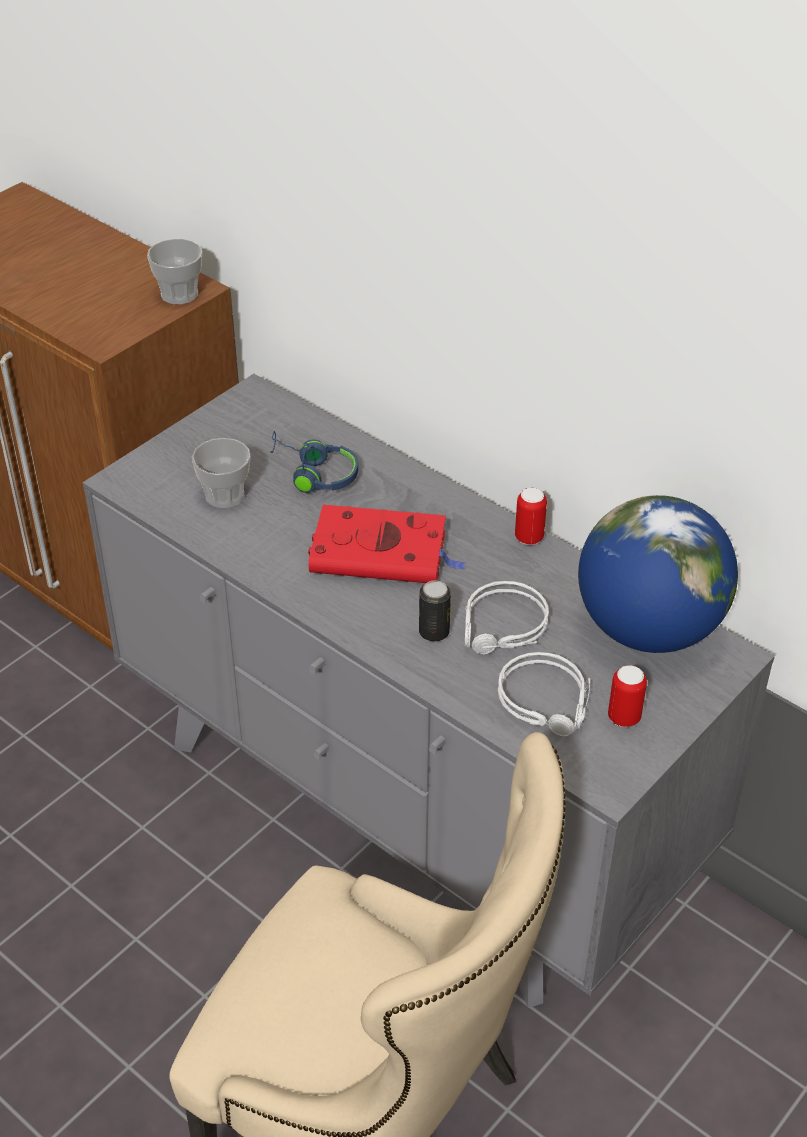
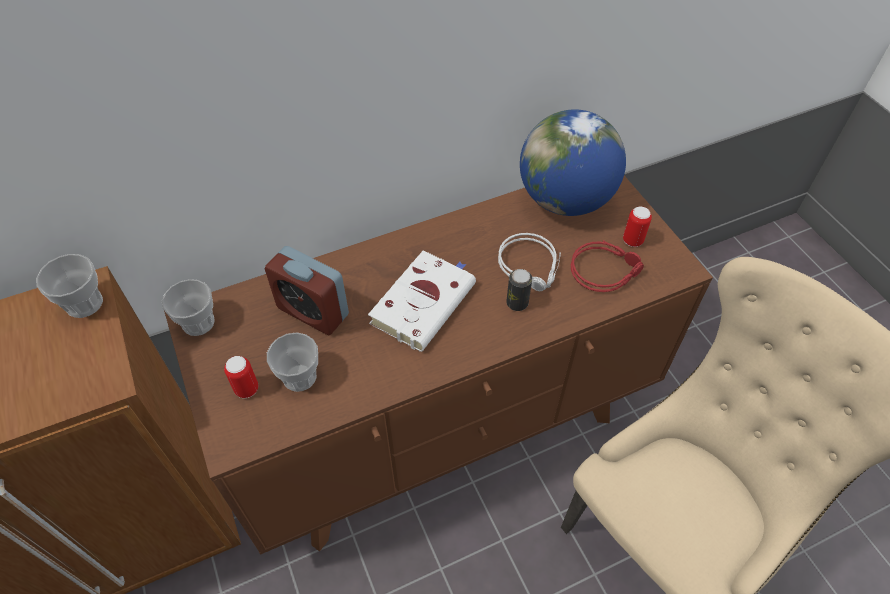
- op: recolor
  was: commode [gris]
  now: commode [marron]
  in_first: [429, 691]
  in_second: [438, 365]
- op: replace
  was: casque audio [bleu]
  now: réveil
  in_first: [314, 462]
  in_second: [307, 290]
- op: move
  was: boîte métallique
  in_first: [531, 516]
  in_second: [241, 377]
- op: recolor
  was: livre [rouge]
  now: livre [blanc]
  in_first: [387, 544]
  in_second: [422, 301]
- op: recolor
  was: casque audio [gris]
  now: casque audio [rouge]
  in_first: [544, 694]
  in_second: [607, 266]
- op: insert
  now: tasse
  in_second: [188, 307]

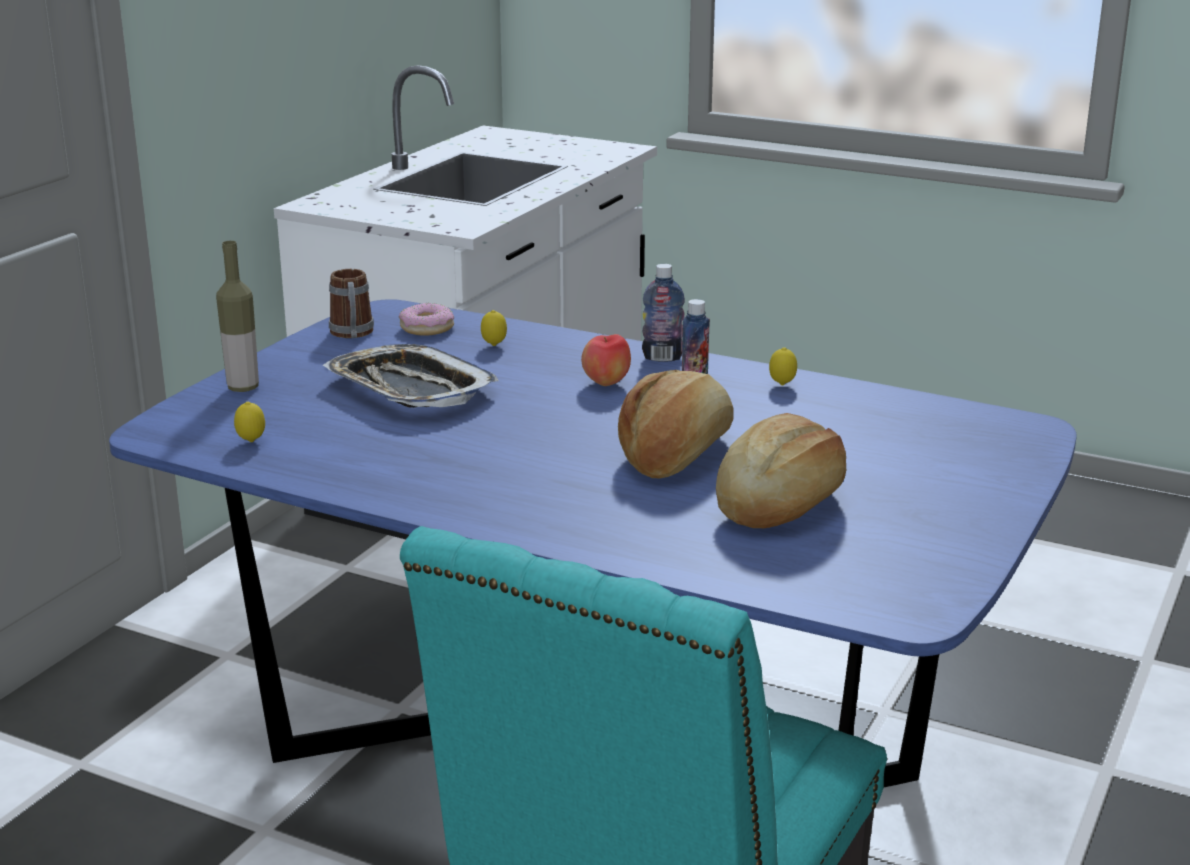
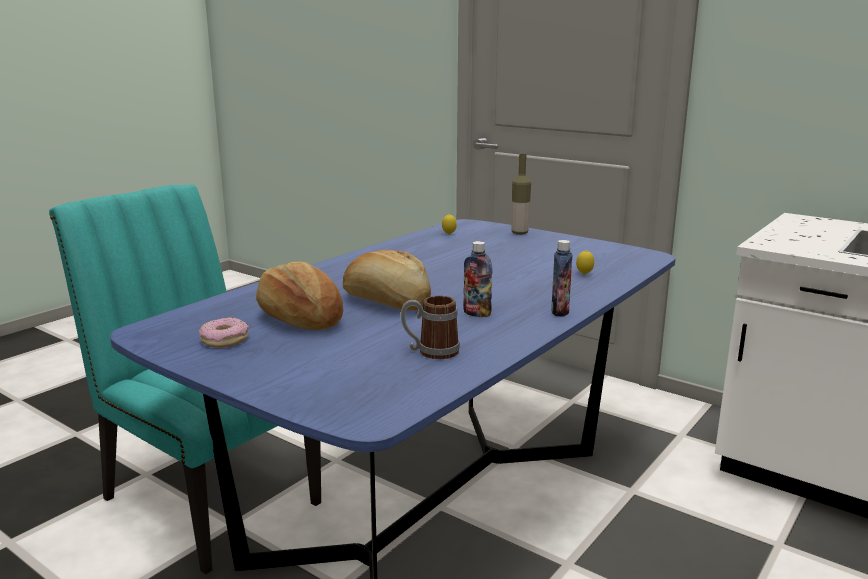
- op: move
  was: mug
  in_first: [351, 303]
  in_second: [430, 327]
- op: move
  was: beignet
  in_first: [426, 319]
  in_second: [224, 332]
- op: delete
  was: pomme
  in_first: [606, 360]
- op: delete
  was: plateau
  in_first: [411, 376]
- op: delete
  was: citron
  in_first: [783, 366]

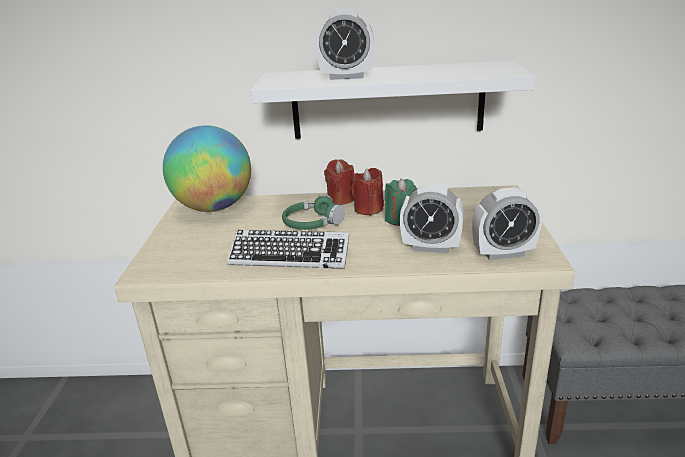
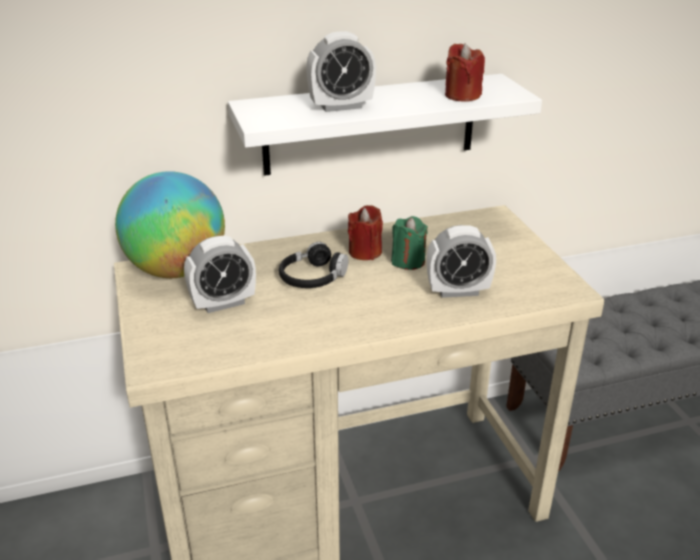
- op: move
  was: bougie [rouge]
  in_first: [339, 182]
  in_second: [465, 72]
- op: move
  was: réveil
  in_first: [507, 223]
  in_second: [220, 274]
- op: recolor
  was: casque audio [vert]
  now: casque audio [noir]
  in_first: [313, 212]
  in_second: [313, 265]
- op: delete
  was: clavier
  in_first: [288, 249]

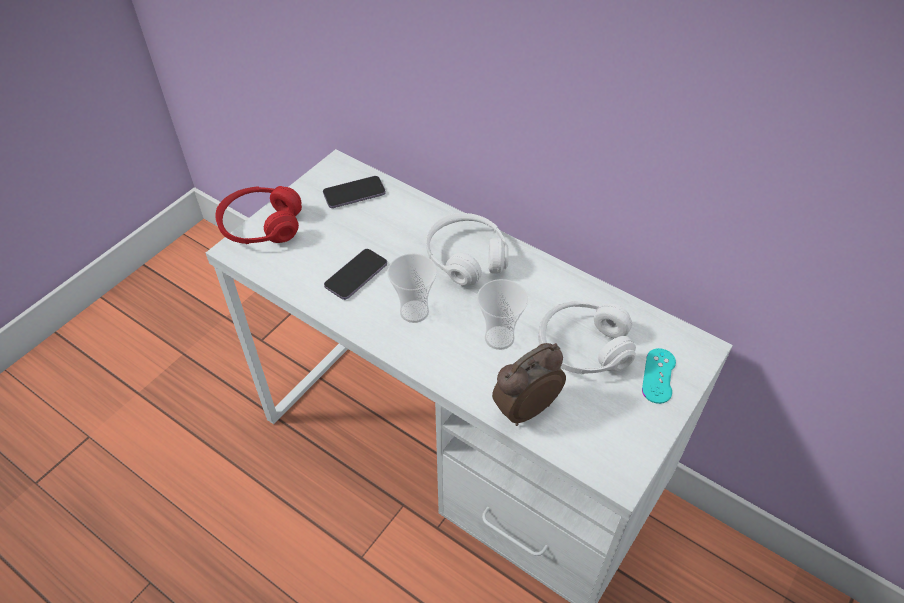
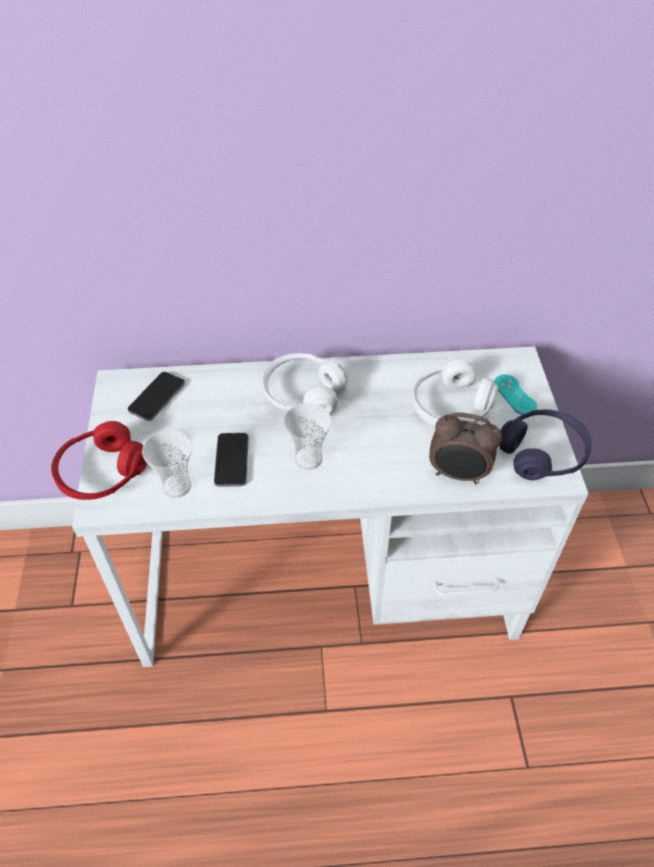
- op: move
  was: tasse
  in_first: [502, 314]
  in_second: [167, 464]
- op: rotate
  was: réveil
  in_first: [529, 384]
  in_second: [465, 448]
  clockwise: -90
- op: insert
  now: casque audio [violet]
  in_second: [546, 445]

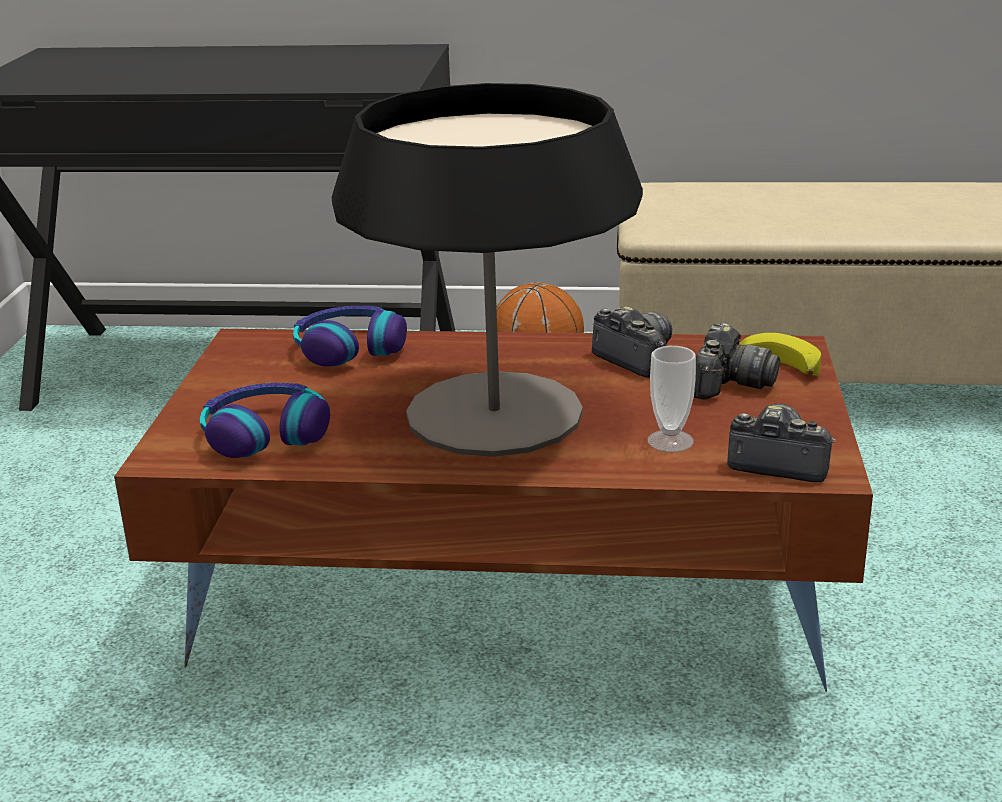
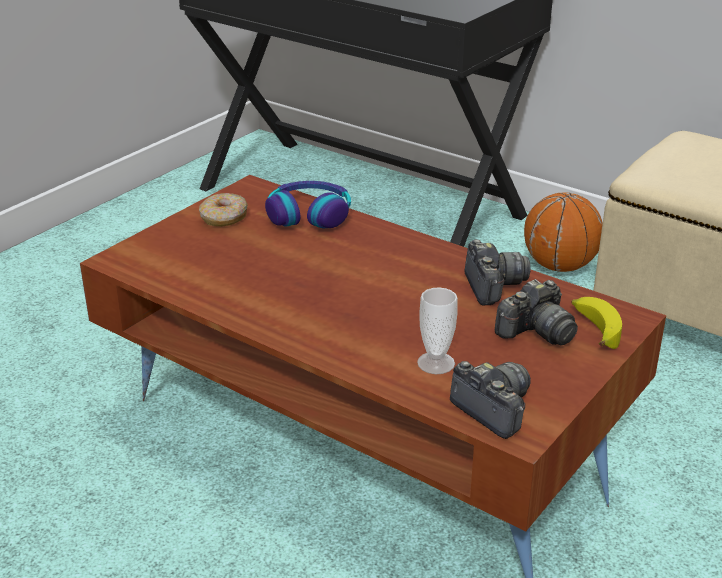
- op: delete
  was: lampe de table
  in_first: [487, 270]
- op: delete
  was: casque audio
  in_first: [265, 420]
- op: insert
  now: beignet
  in_second: [223, 210]

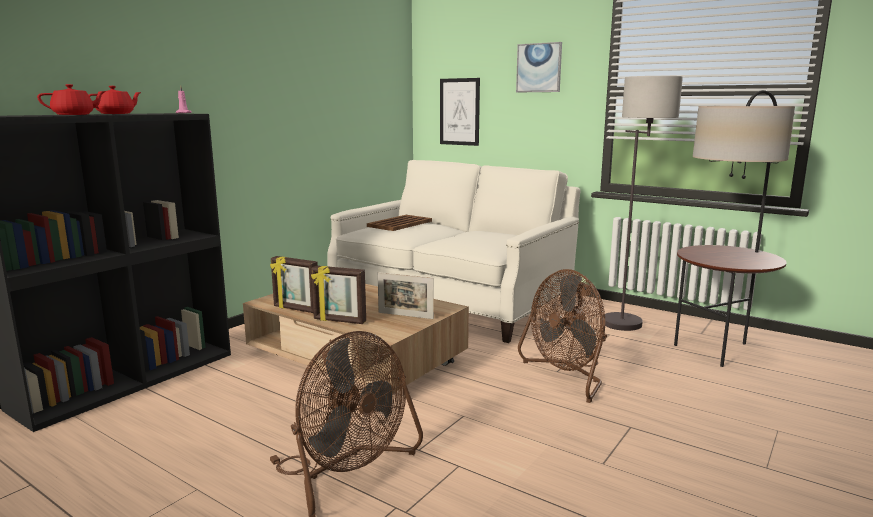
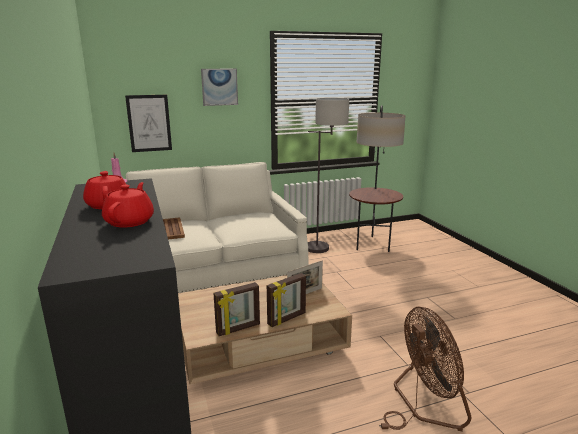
- op: delete
  was: ventilateur [marron]
  in_first: [562, 336]

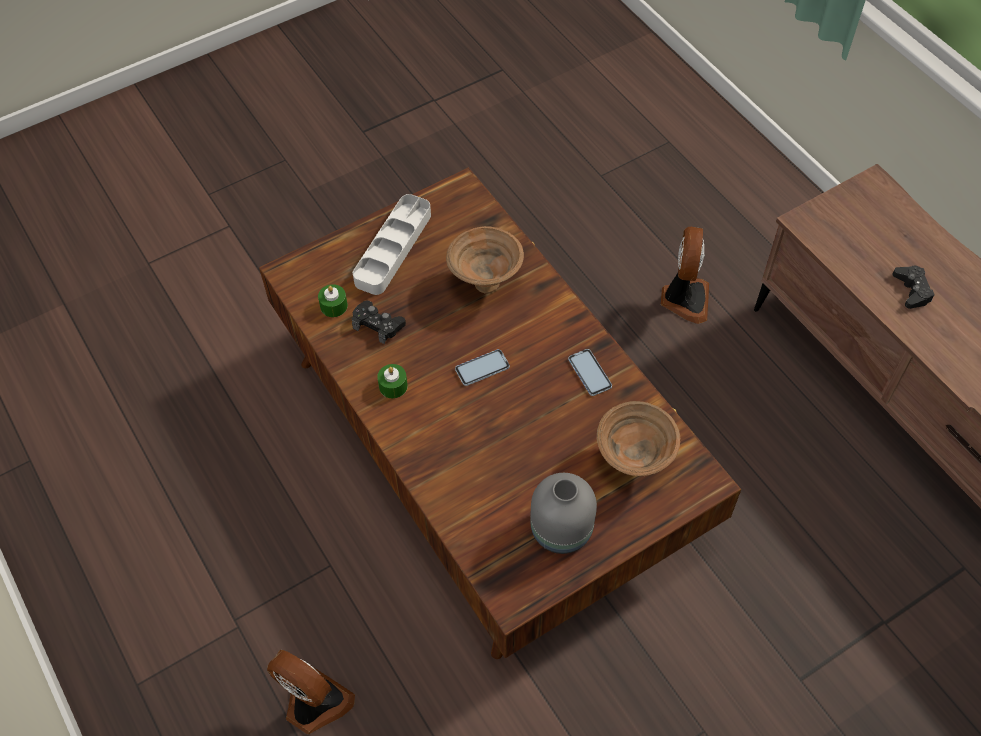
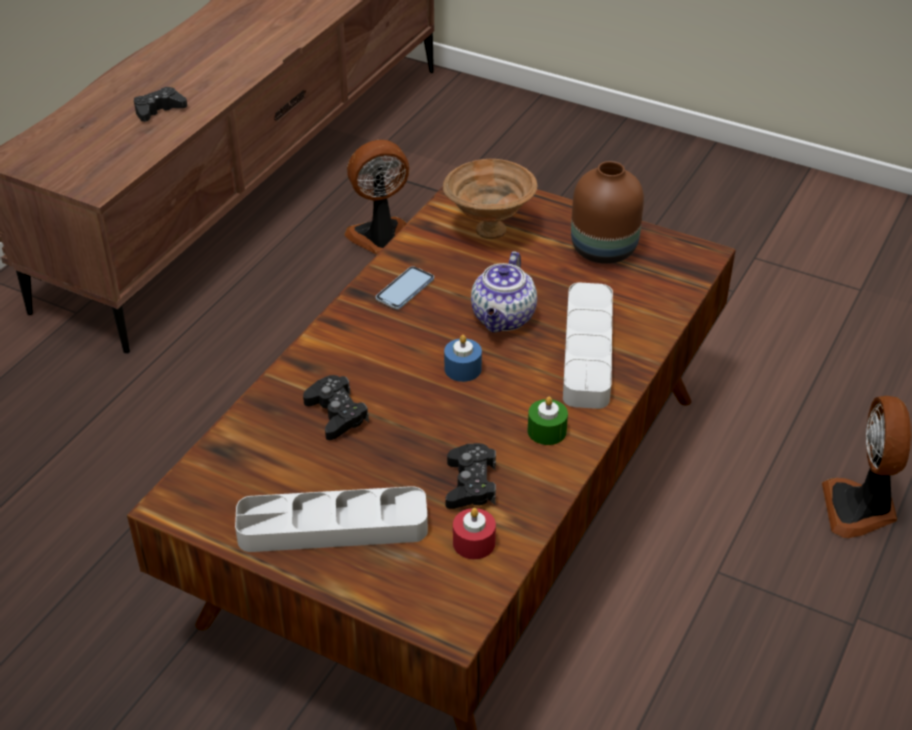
- op: replace
  was: bol [marron]
  now: manette [noir]
  in_first: [485, 259]
  in_second: [336, 407]
- op: move
  was: ventilateur
  in_first: [685, 275]
  in_second: [376, 197]
- op: recolor
  was: bougie [vert]
  now: bougie [rouge]
  in_first: [333, 300]
  in_second: [474, 533]
- op: replace
  was: téléphone
  now: bougie [bleu]
  in_first: [482, 367]
  in_second: [463, 358]
- op: recolor
  was: vase [gris]
  now: vase [marron]
  in_first: [563, 513]
  in_second: [607, 212]
- op: insert
  now: théière
  in_second: [504, 292]
- op: insert
  now: plateau [gris]
  in_second: [588, 346]

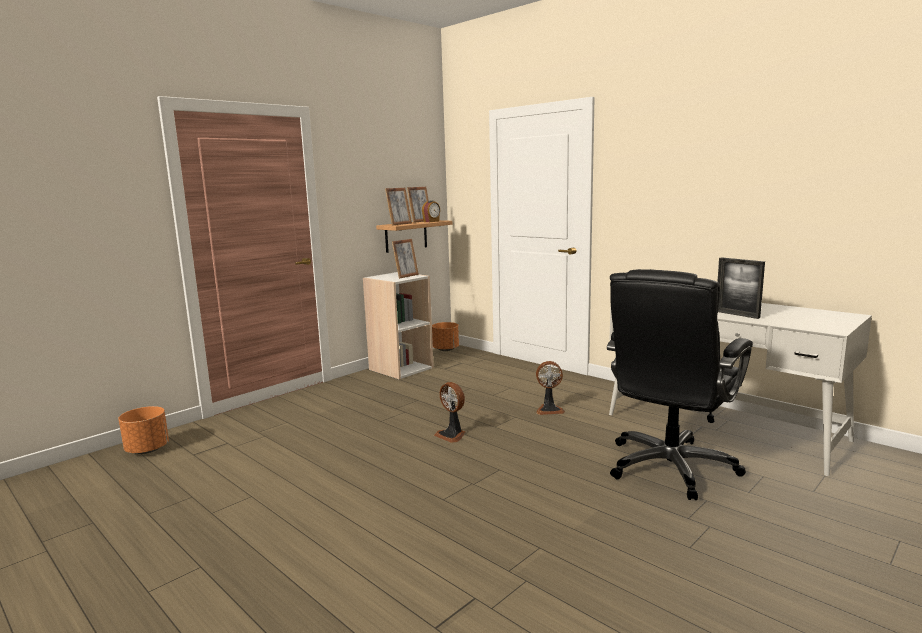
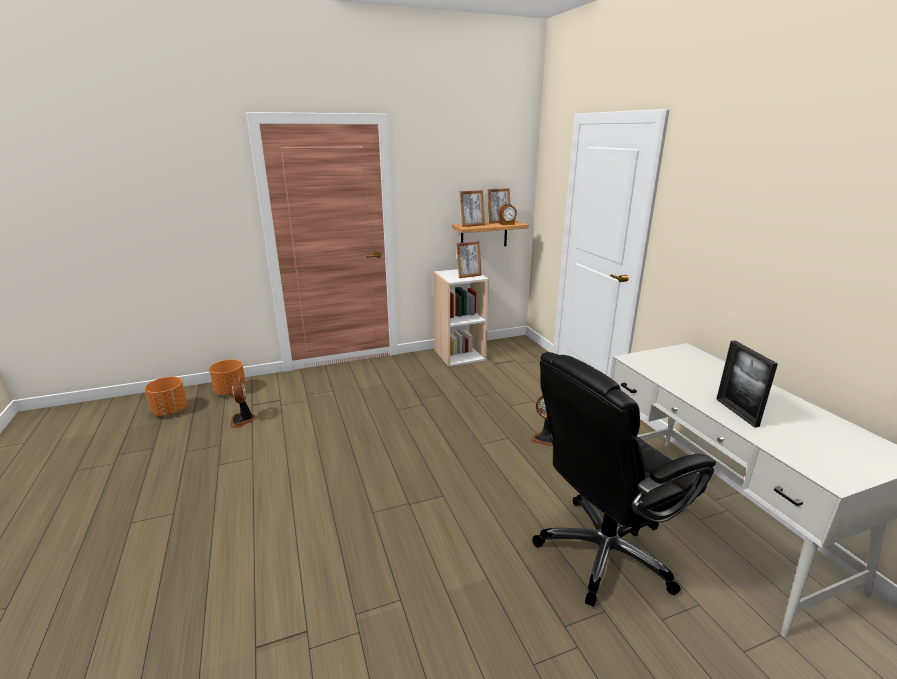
- op: move
  was: cache-pot [orange]
  in_first: [445, 336]
  in_second: [166, 396]
- op: move
  was: ventilateur
  in_first: [449, 412]
  in_second: [243, 403]

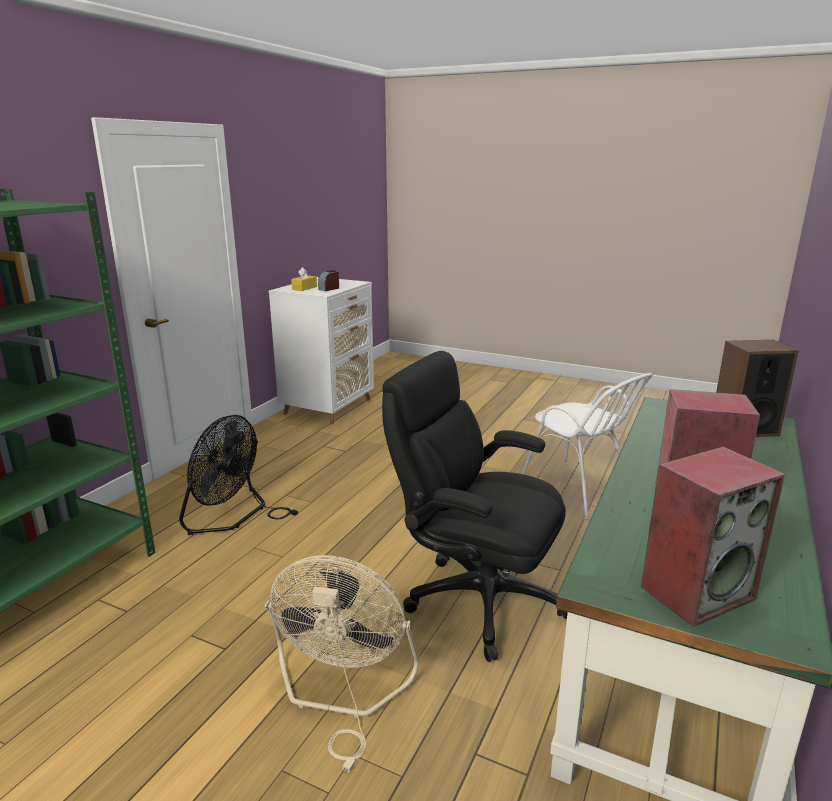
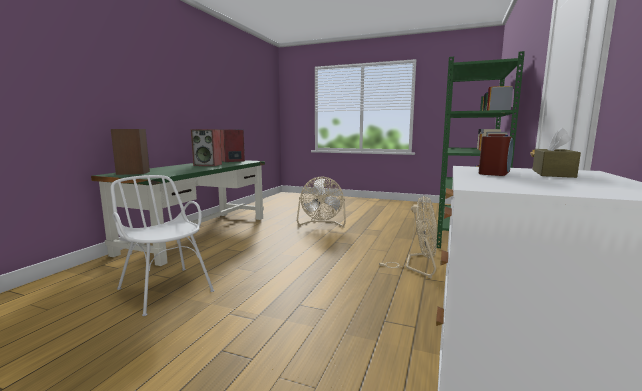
- op: recolor
  was: boîte à mouchoirs [jaune]
  now: boîte à mouchoirs [marron]
  in_first: [304, 279]
  in_second: [556, 152]
- op: delete
  was: chaise de bureau [noir]
  in_first: [475, 506]
- op: recolor
  was: ventilateur [noir]
  now: ventilateur [beige]
  in_first: [238, 475]
  in_second: [408, 237]

